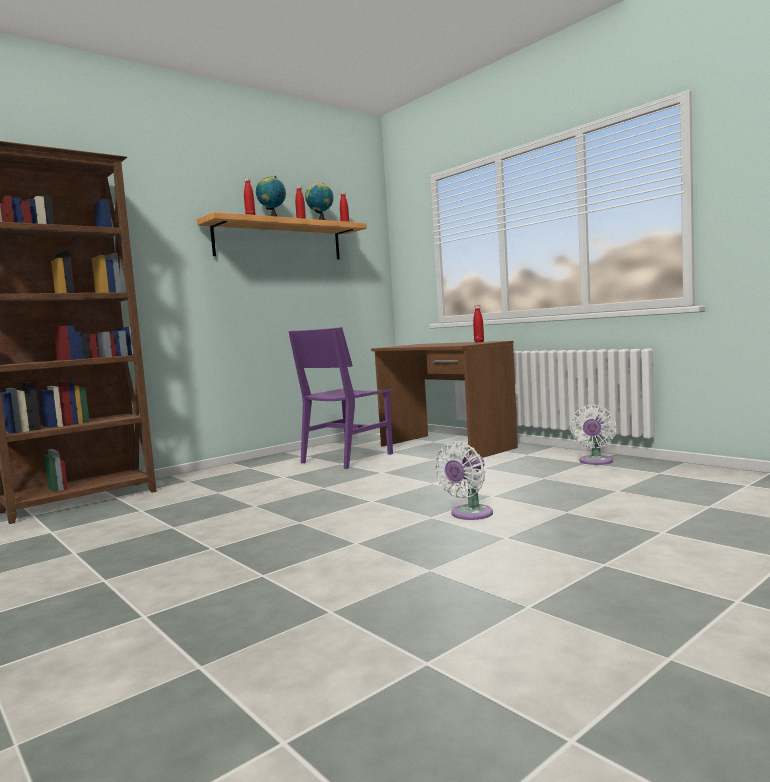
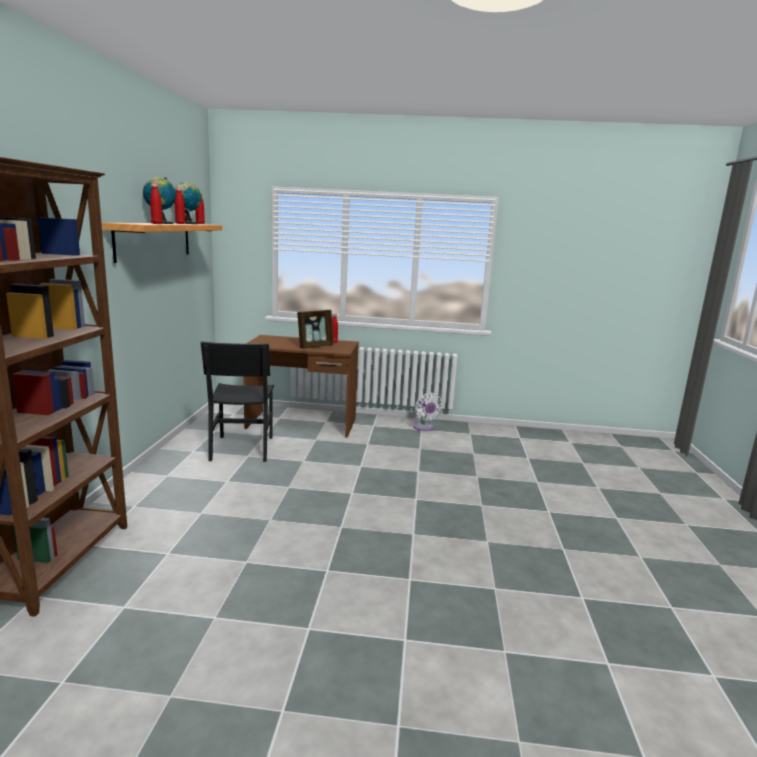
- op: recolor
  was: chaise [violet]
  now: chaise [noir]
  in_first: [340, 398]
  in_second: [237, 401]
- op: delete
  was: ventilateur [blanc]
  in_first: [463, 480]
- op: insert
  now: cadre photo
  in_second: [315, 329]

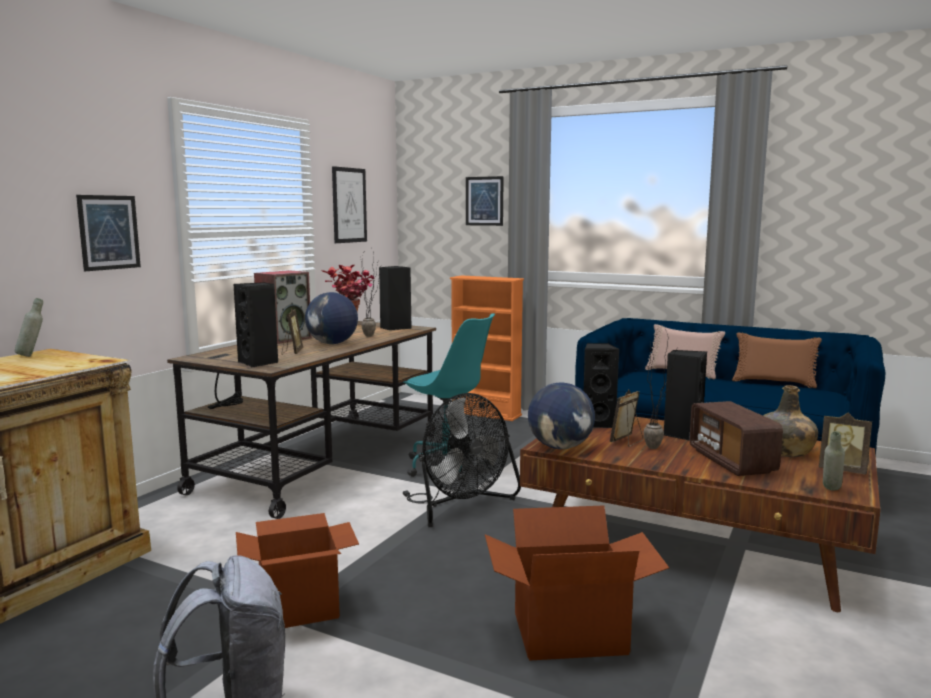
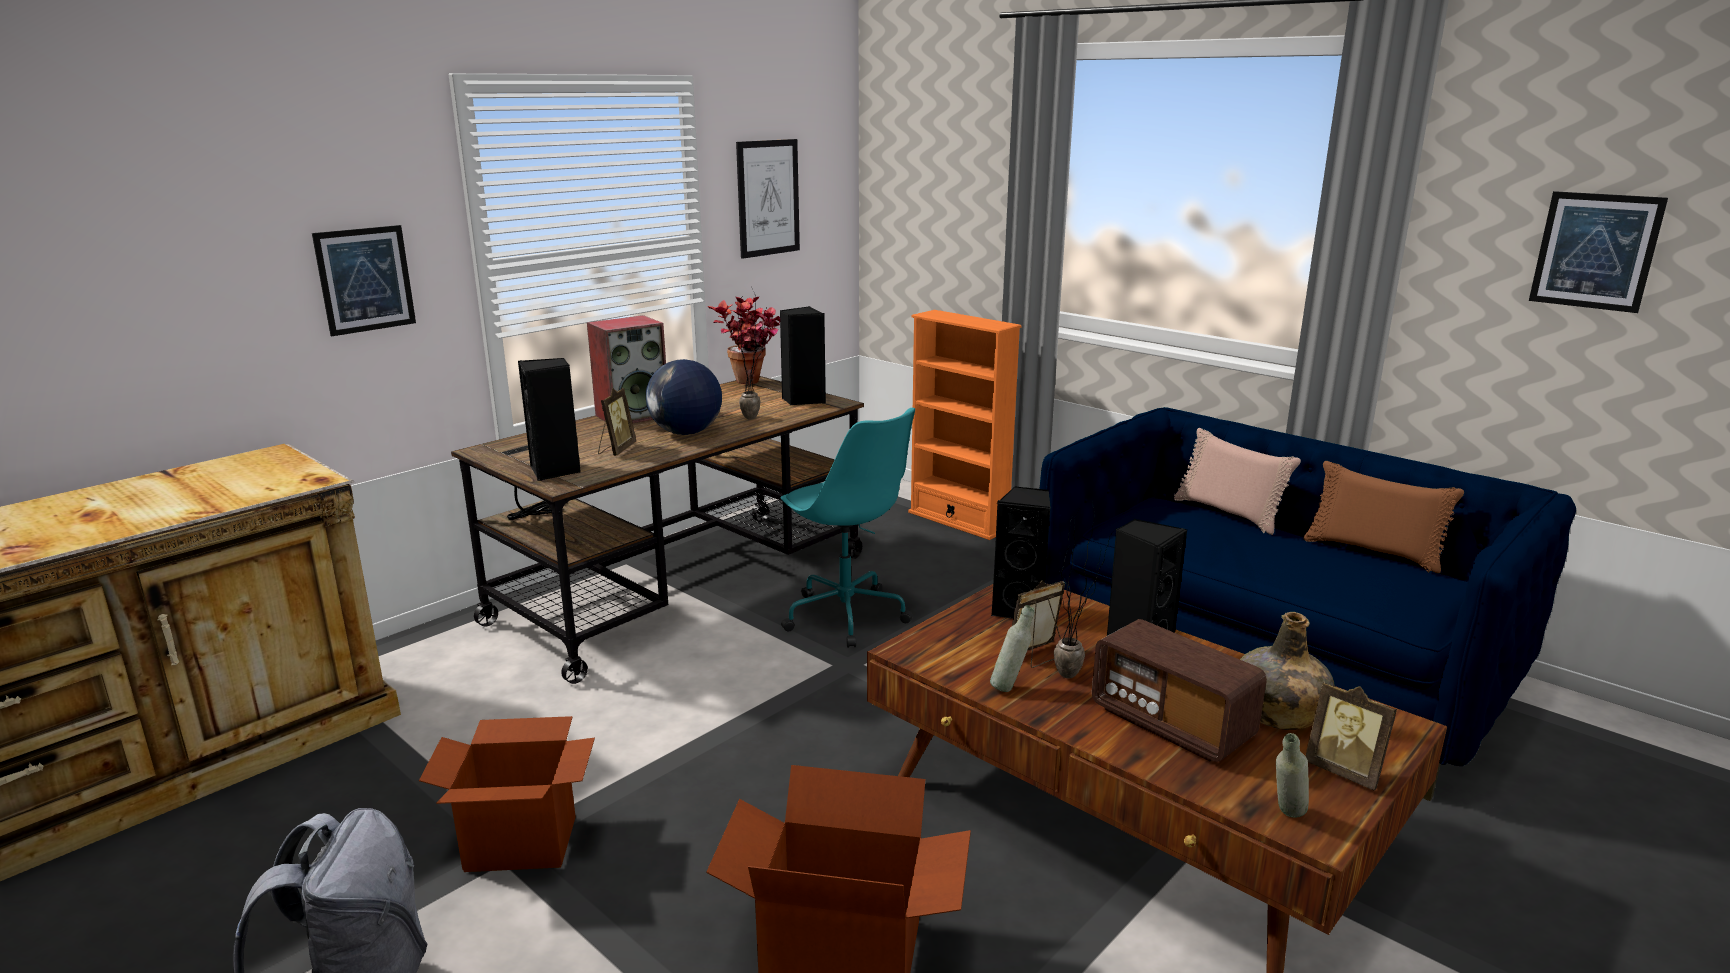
- op: move
  was: tableau
  in_first: [485, 201]
  in_second: [1598, 252]
- op: move
  was: bouteille [gris]
  in_first: [29, 327]
  in_second: [1012, 648]
- op: delete
  was: globe
  in_first: [561, 415]
- op: delete
  was: ventilateur [noir]
  in_first: [462, 460]
- op: rotate
  was: radio
  in_first: [736, 438]
  in_second: [1179, 690]
  clockwise: -45

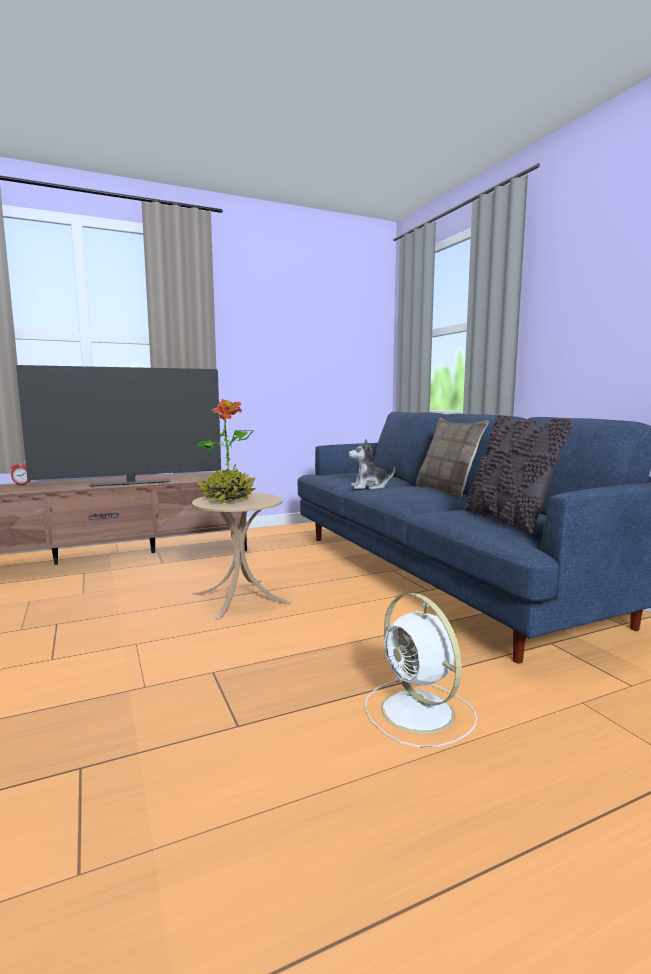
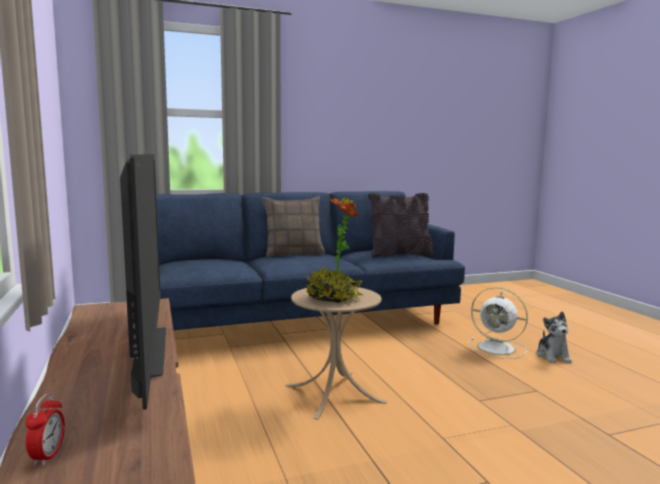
- op: move
  was: peluche
  in_first: [371, 464]
  in_second: [554, 337]
- op: rotate
  was: ventilateur [blanc]
  in_first: [421, 670]
  in_second: [498, 323]
  clockwise: 60

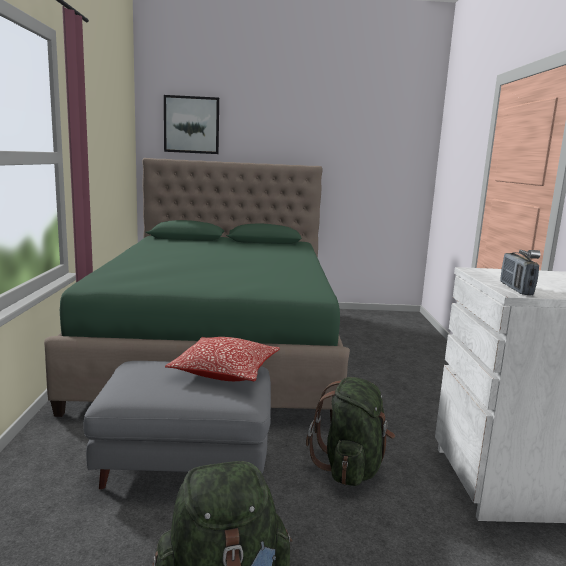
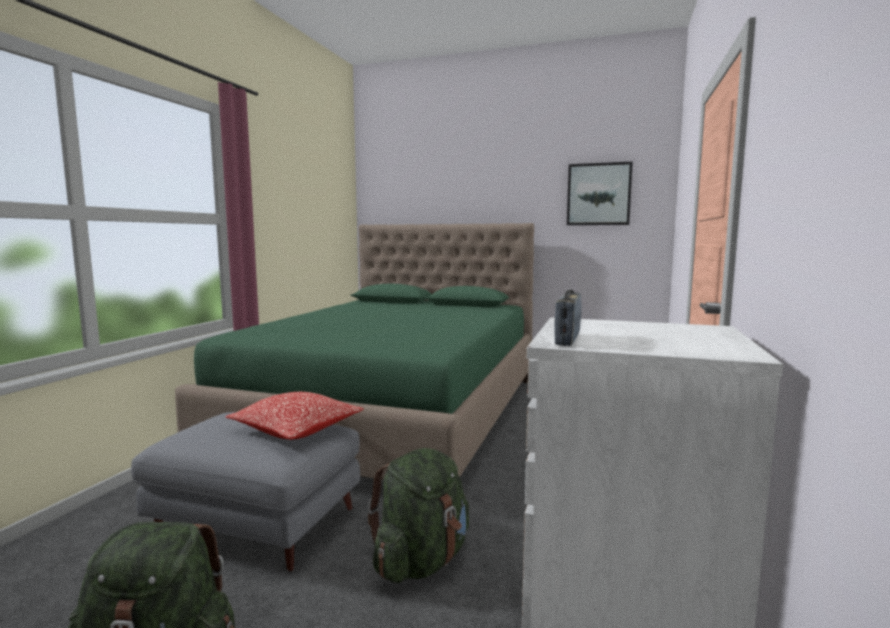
- op: move
  was: tableau
  in_first: [191, 124]
  in_second: [600, 193]

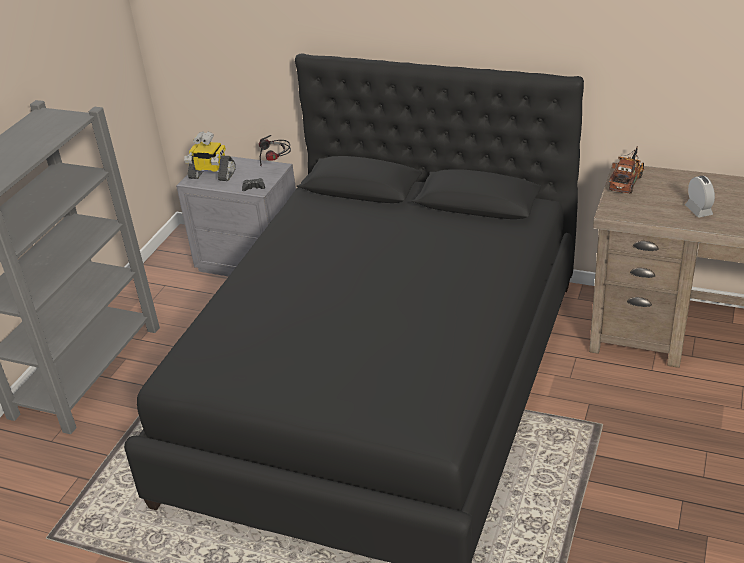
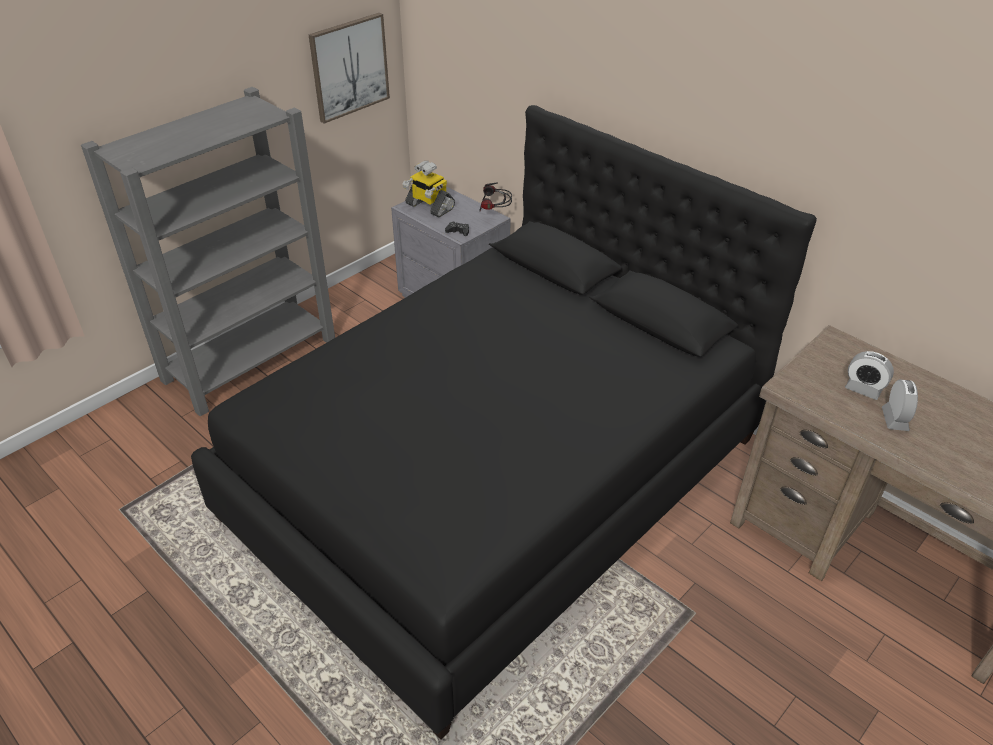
- op: delete
  was: camion jouet
  in_first: [626, 170]
- op: insert
  now: tableau
  in_second: [349, 68]
- op: insert
  now: réveil
  in_second: [869, 375]

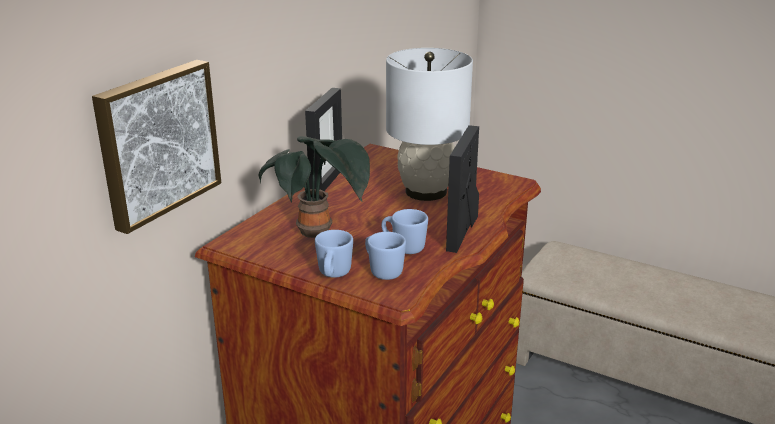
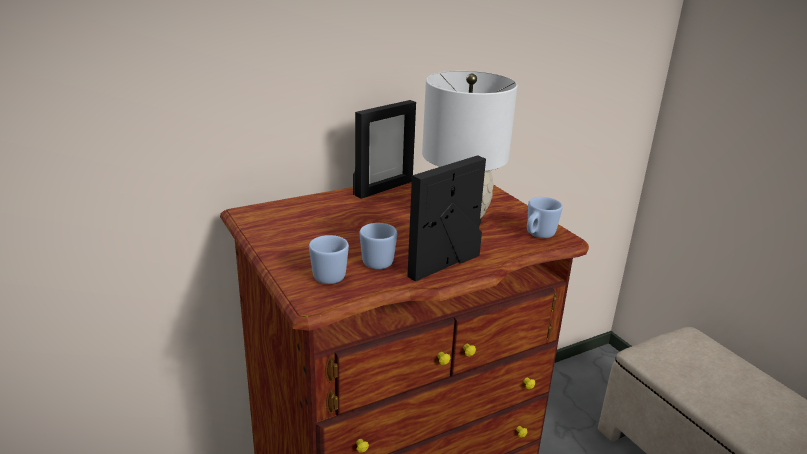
- op: delete
  was: tableau
  in_first: [156, 147]
- op: delete
  was: plante en pot
  in_first: [314, 187]
- op: move
  was: mug [bleu]
  in_first: [334, 254]
  in_second: [545, 217]

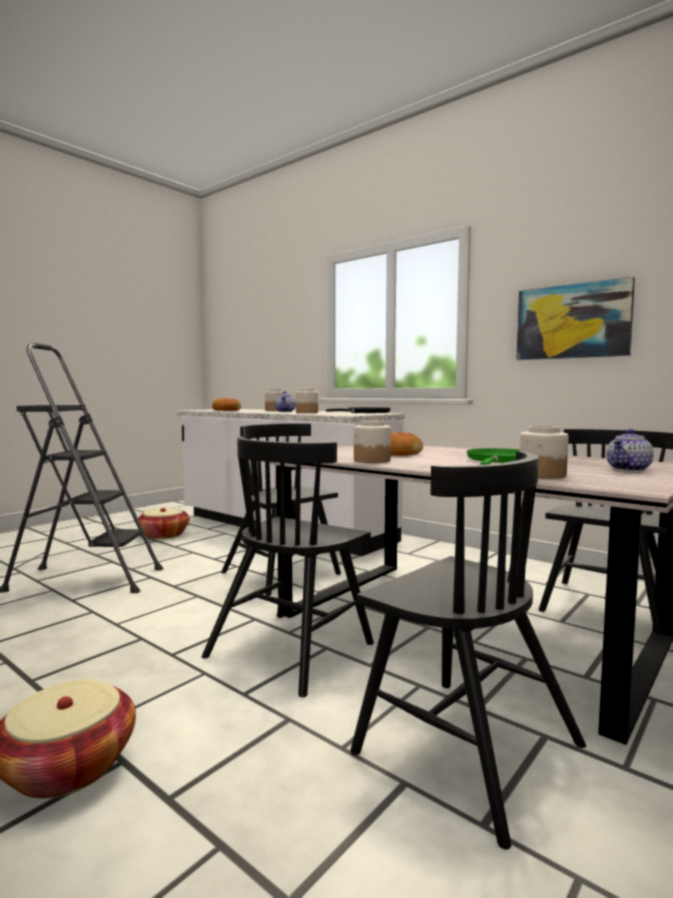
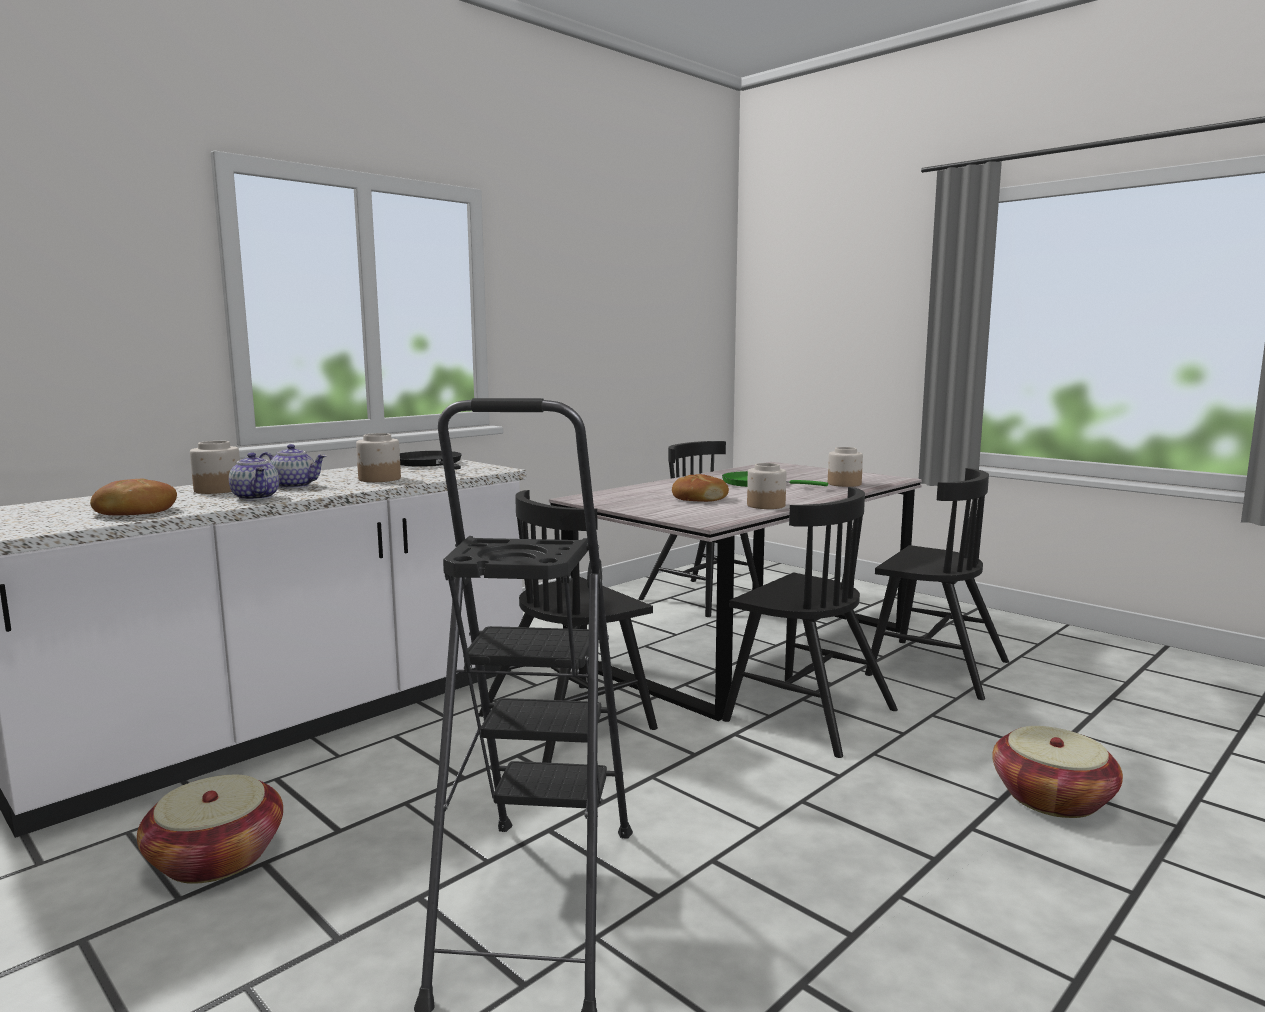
- op: delete
  was: tableau
  in_first: [575, 318]
- op: move
  was: théière
  in_first: [630, 450]
  in_second: [254, 476]
- op: rotate
  was: chaise [noir]
  in_first: [468, 650]
  in_second: [937, 584]
  clockwise: 75

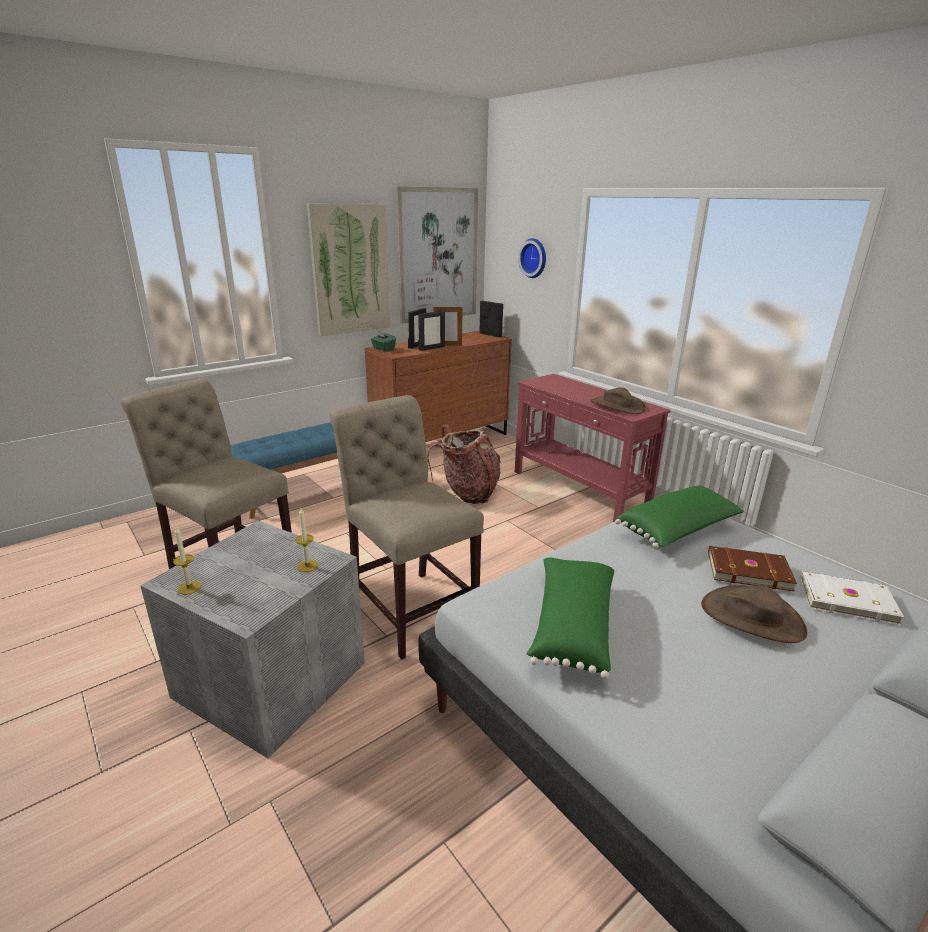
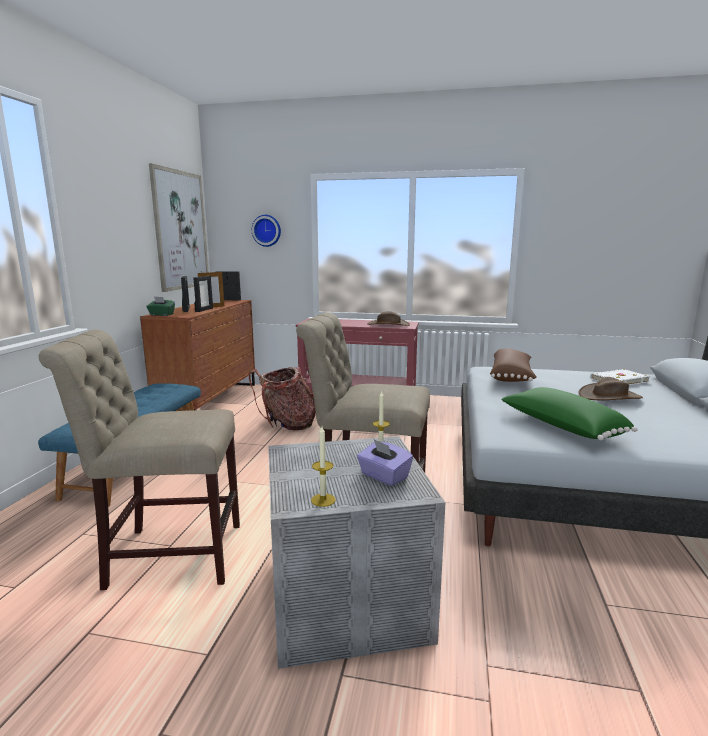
- op: delete
  was: tableau
  in_first: [348, 270]
- op: recolor
  was: coussin [vert]
  now: coussin [marron]
  in_first: [679, 516]
  in_second: [513, 365]
- op: delete
  was: livre [marron]
  in_first: [752, 569]
- op: insert
  now: boîte à mouchoirs [violet]
  in_second: [385, 462]

